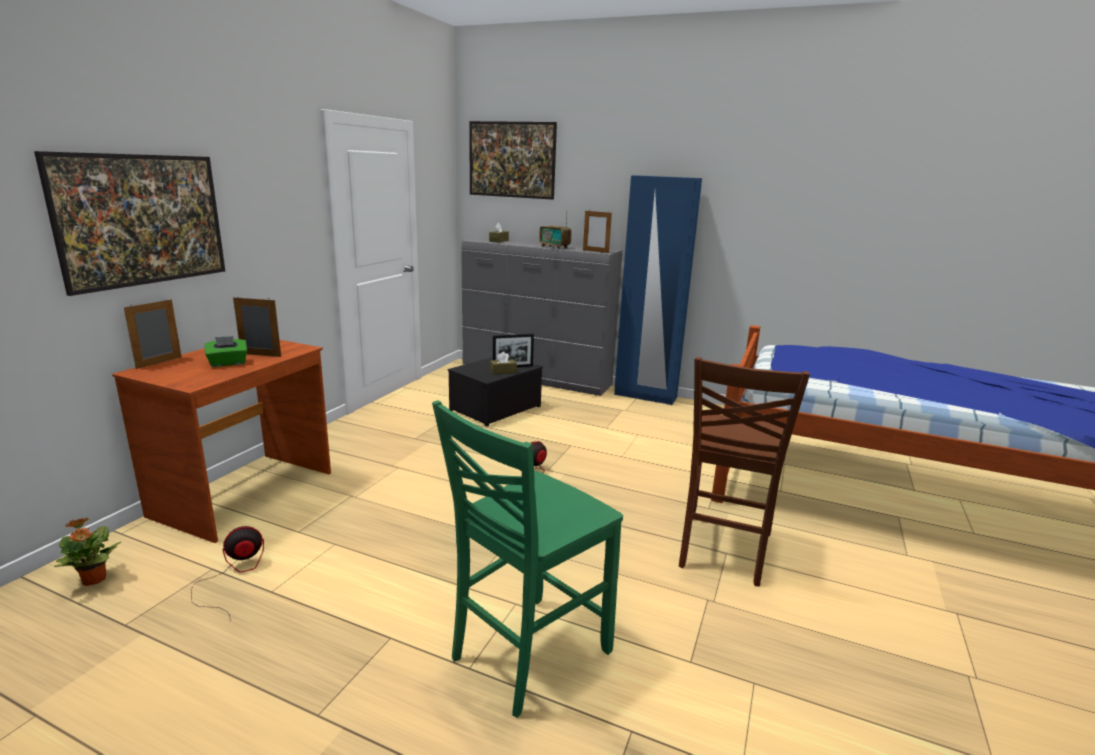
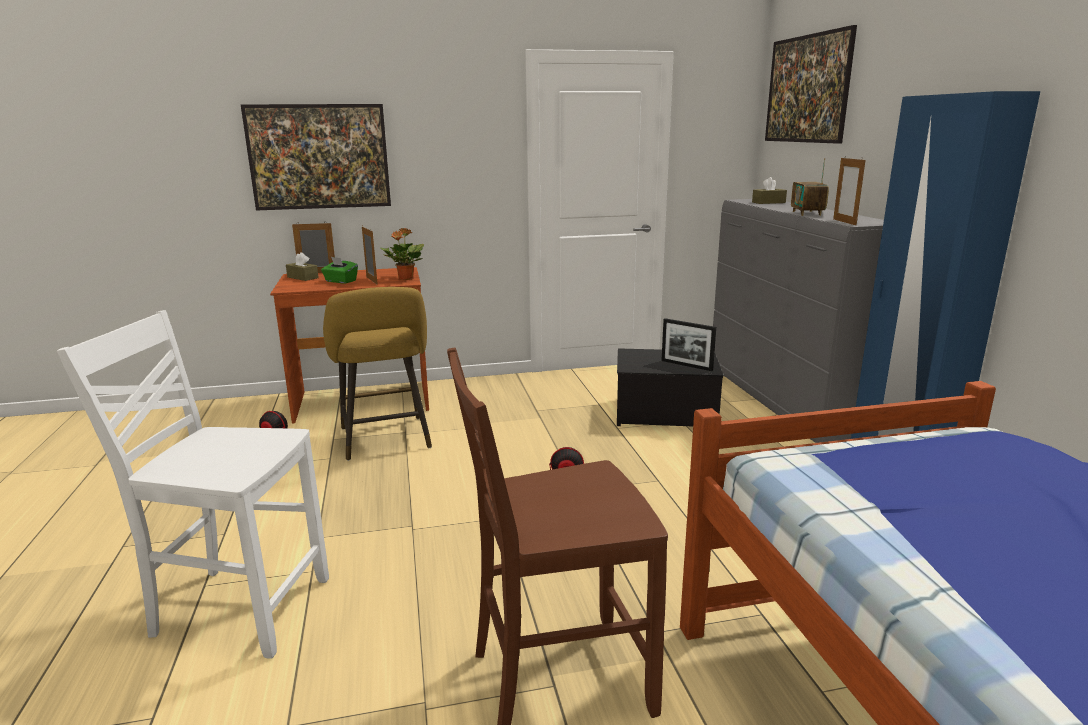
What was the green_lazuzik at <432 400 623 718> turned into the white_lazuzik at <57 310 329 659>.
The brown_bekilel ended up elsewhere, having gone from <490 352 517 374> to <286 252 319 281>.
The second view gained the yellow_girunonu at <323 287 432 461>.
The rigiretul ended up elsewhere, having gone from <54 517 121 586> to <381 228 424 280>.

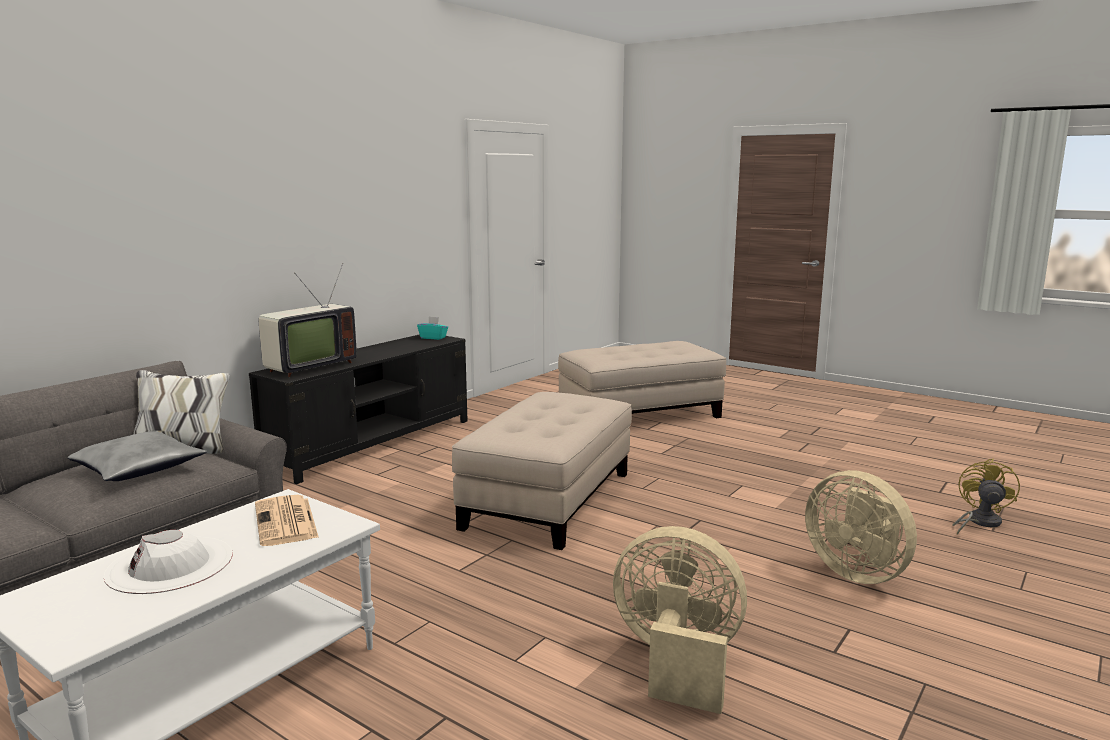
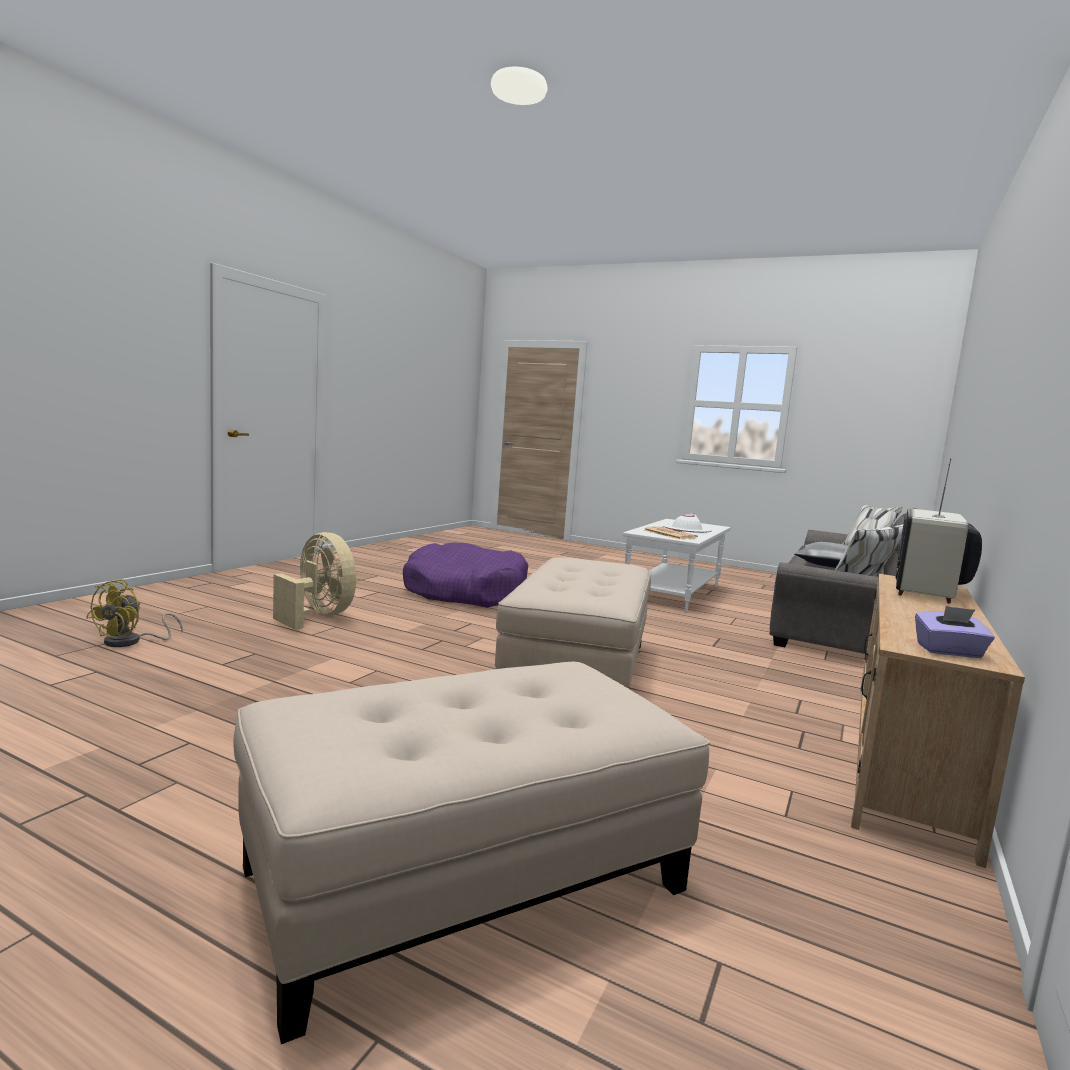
Where the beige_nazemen stood at <613 526 747 714>, the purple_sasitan came to stand at <403 542 528 608>.
What was the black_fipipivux at <249 334 468 484> turned into the beige_fipipivux at <851 574 1025 868>.
What was the turquoise_bekilel at <417 316 448 340> turned into the purple_bekilel at <915 606 995 658>.

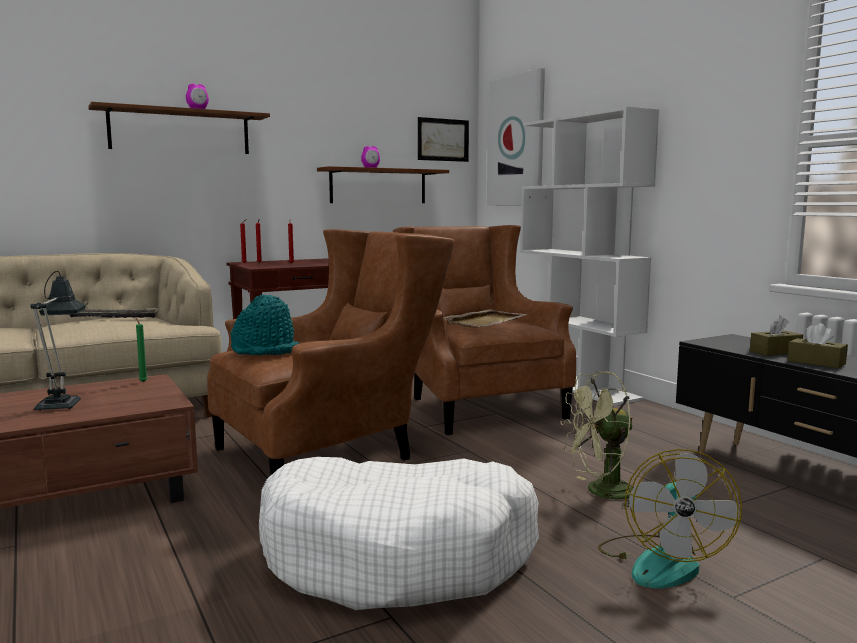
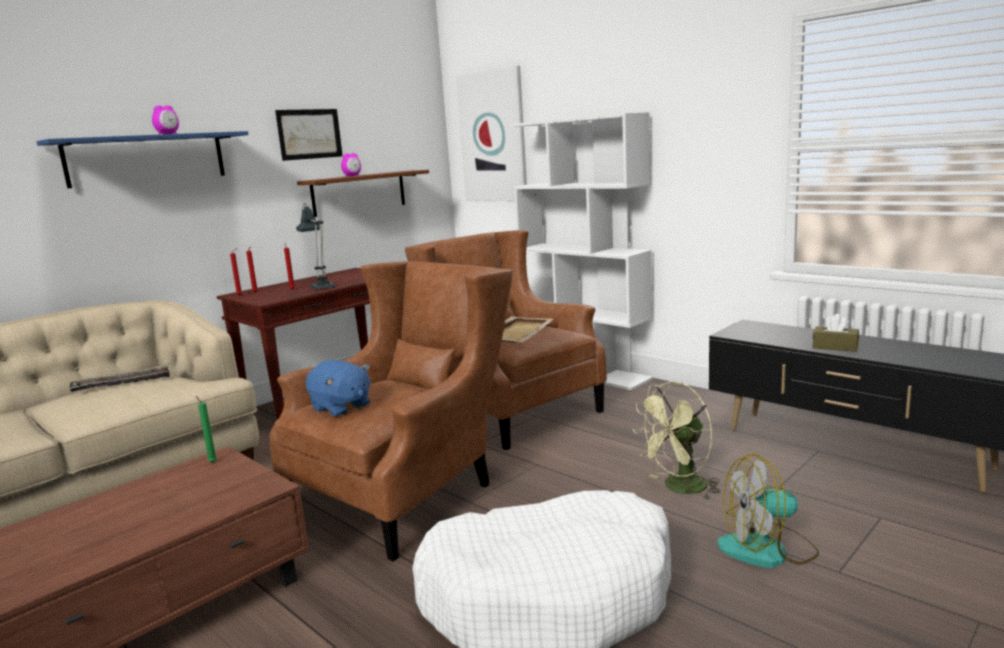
What was the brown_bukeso at <88 102 270 154> turned into the blue_bukeso at <36 131 249 188>.
The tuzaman ended up elsewhere, having gone from <418 117 469 162> to <275 109 343 161>.
The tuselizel ended up elsewhere, having gone from <30 271 86 411> to <296 203 336 290>.
Where the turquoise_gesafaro stood at <231 295 299 355>, the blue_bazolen came to stand at <305 360 370 416>.
The nazemen at <598 449 742 588> ended up facing another way, 90 degrees clockwise from before.
The second view lost the brown_bekilel at <750 316 803 356>.

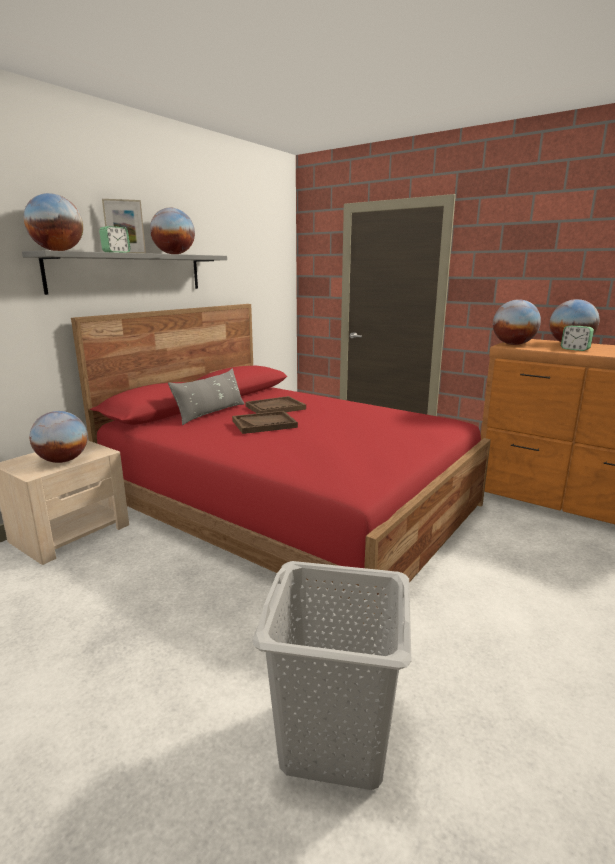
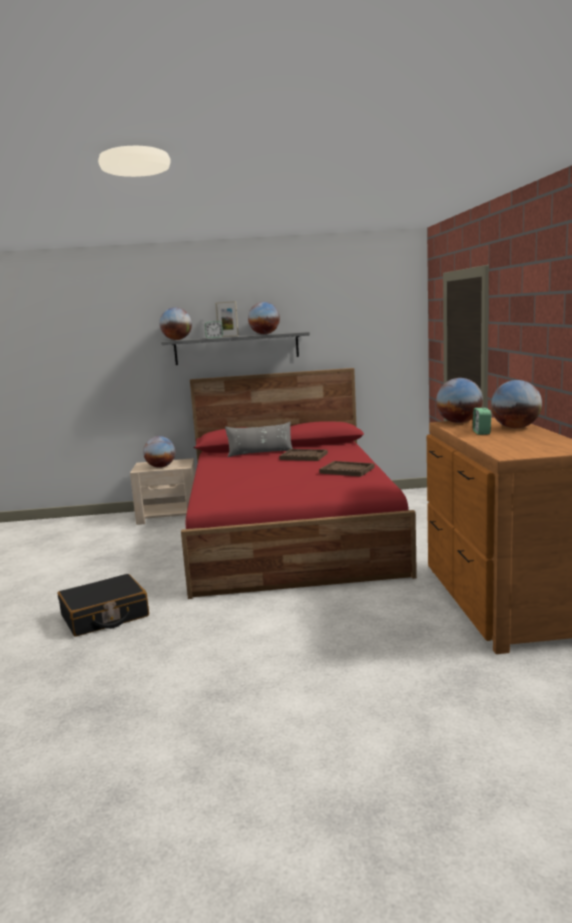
Where the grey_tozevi stood at <252 561 411 790>, the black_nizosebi came to stand at <58 574 149 637>.
The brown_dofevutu ended up elsewhere, having gone from <232 411 298 434> to <319 461 375 477>.

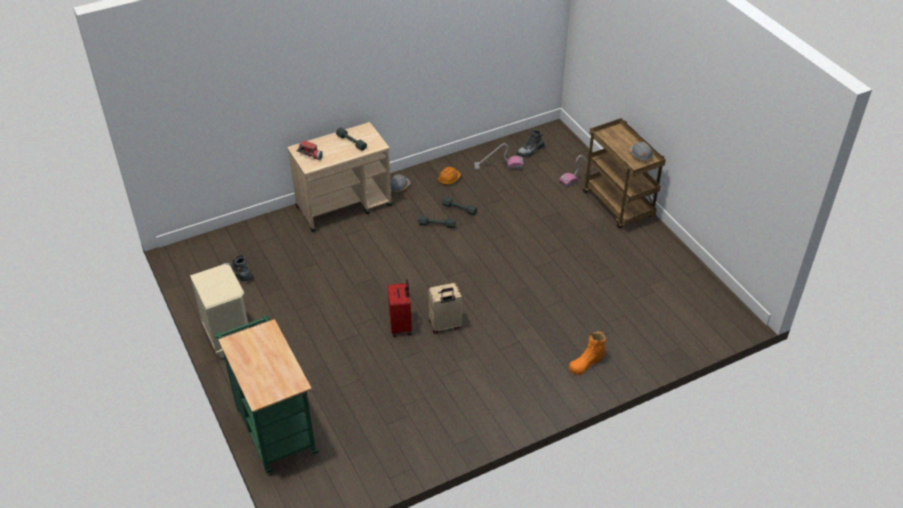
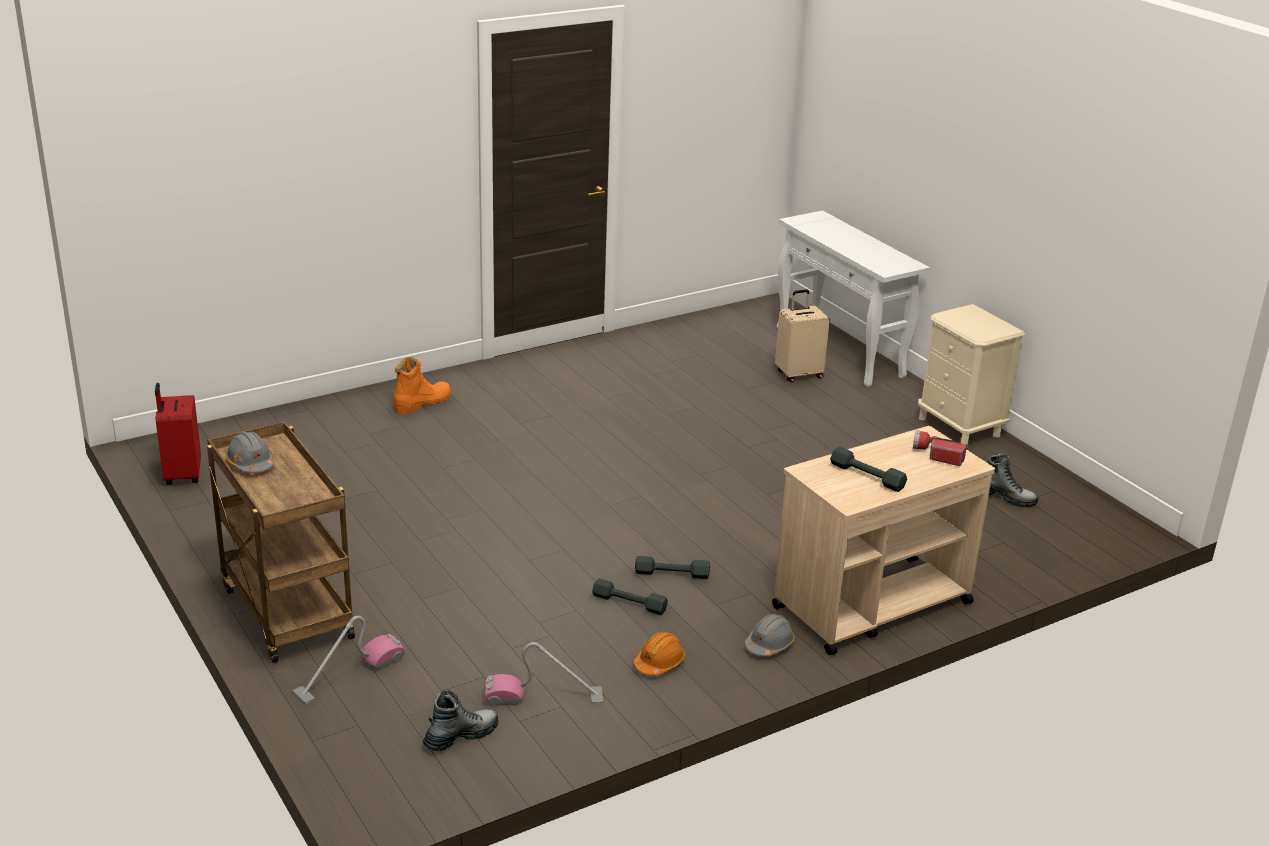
The red_nizosebi ended up elsewhere, having gone from <388 279 412 337> to <155 383 201 485>.
The beige_nizosebi ended up elsewhere, having gone from <429 283 462 334> to <775 289 830 382>.
Where the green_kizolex stood at <215 315 319 474>, the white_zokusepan came to stand at <777 211 930 387>.

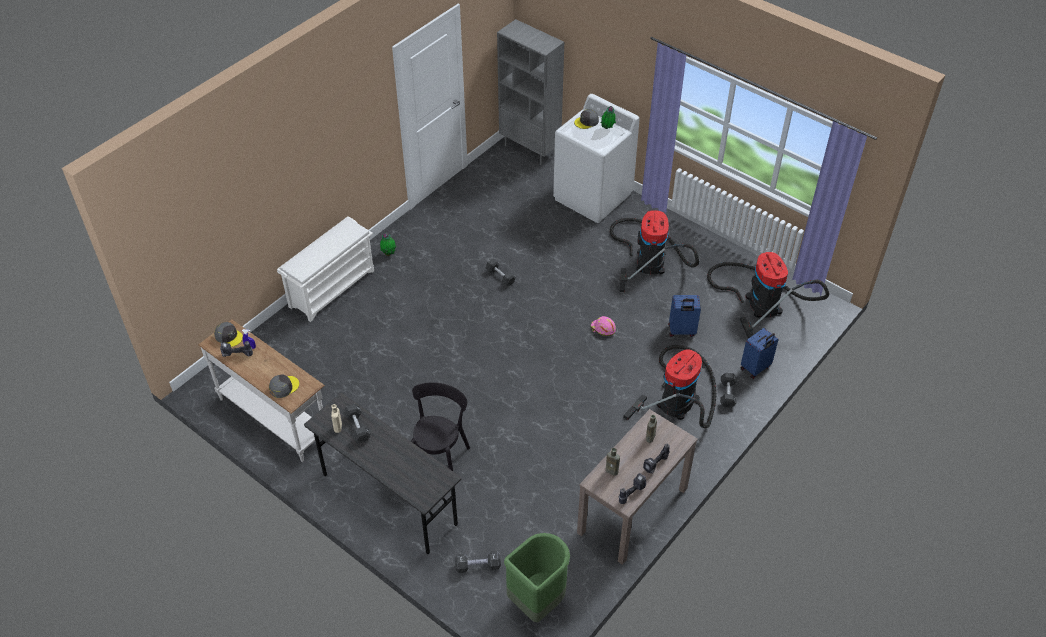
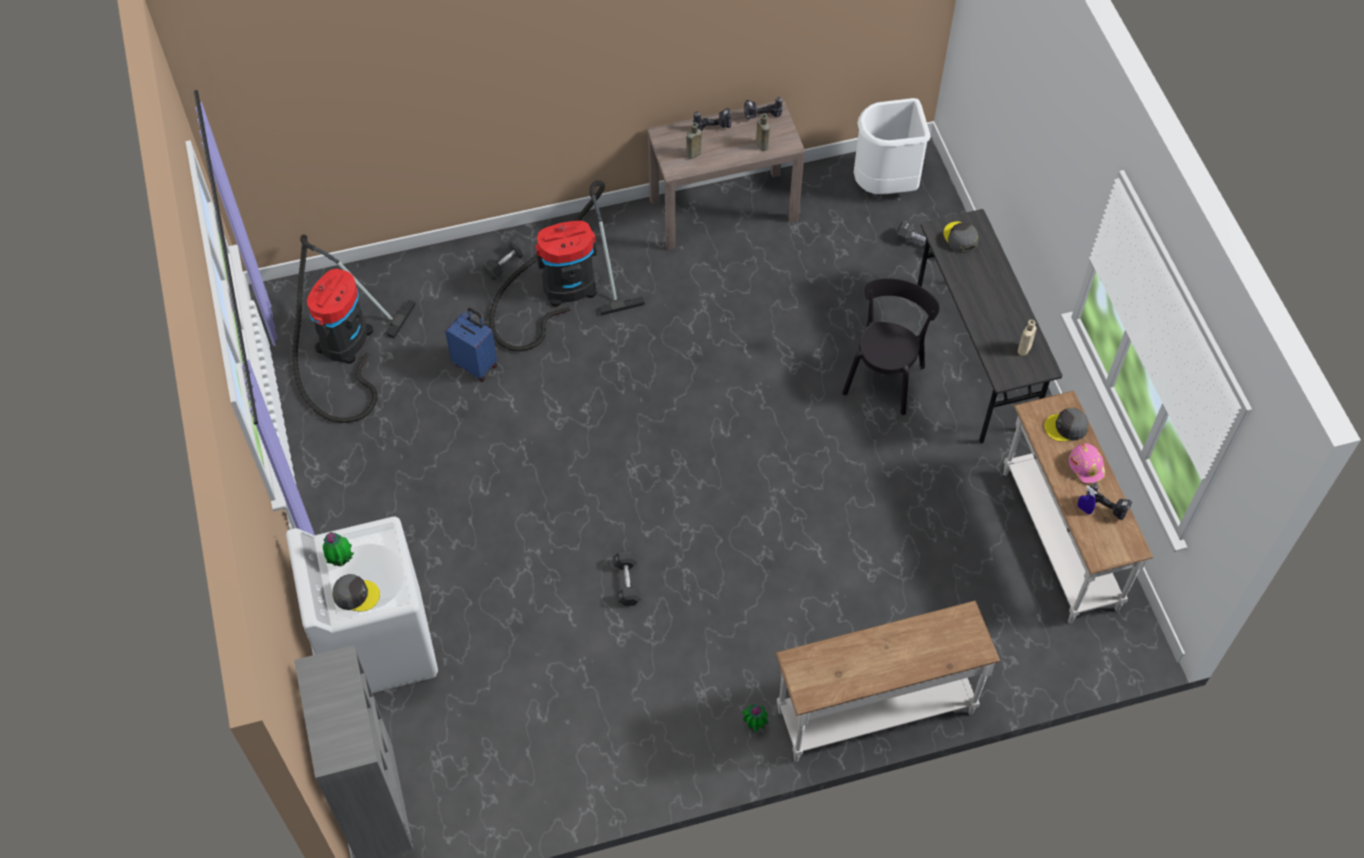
Where the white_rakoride stood at <277 216 374 322>, the white_zokusepan came to stand at <775 600 1000 762>.
The black_lazuzik at <411 382 470 471> ended up facing another way, 150 degrees clockwise from before.
What was the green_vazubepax at <504 533 570 622> turned into the white_vazubepax at <854 98 931 194>.
The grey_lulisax ended up elsewhere, having gone from <214 322 243 347> to <943 222 979 253>.
The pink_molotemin ended up elsewhere, having gone from <591 316 616 336> to <1069 444 1106 484>.
The second view lost the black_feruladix at <343 404 371 443>.
The second view lost the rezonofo at <610 210 699 292>.
The second view lost the blue_nizosebi at <740 328 779 379>.

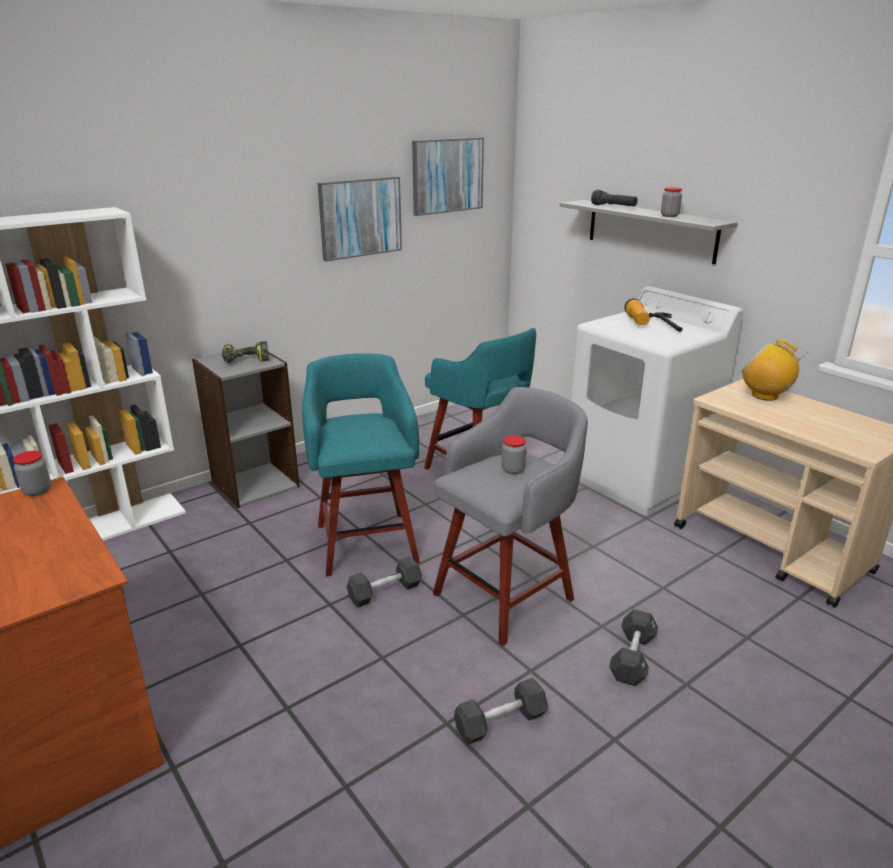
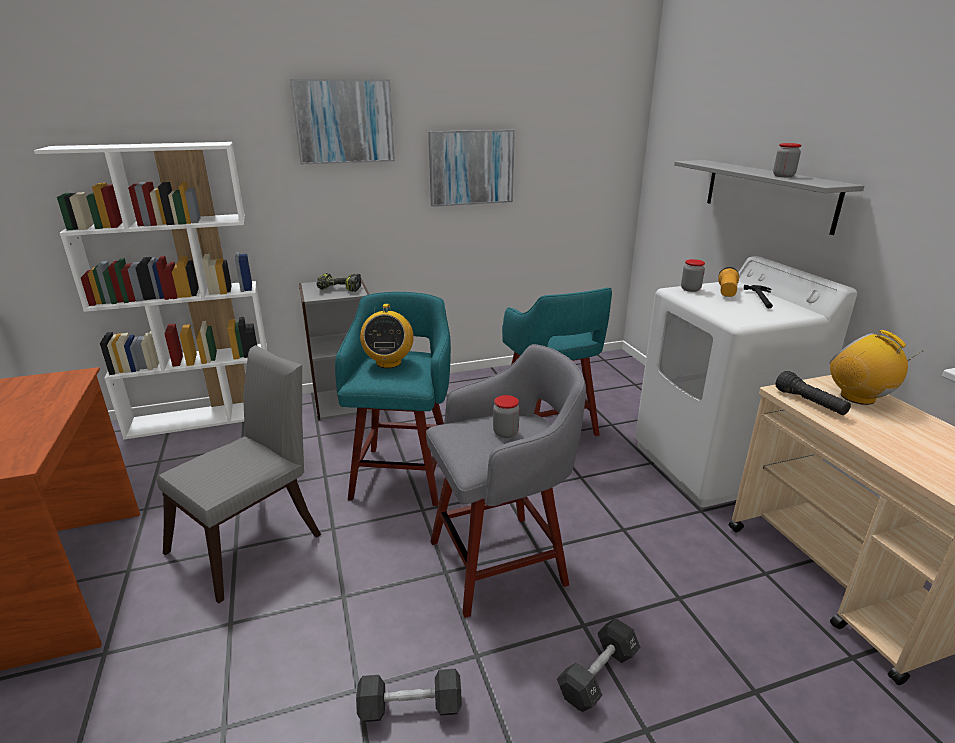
The second view gained the grey_lazuzik at <157 345 321 603>.
The tuzaman ended up elsewhere, having gone from <412 137 484 216> to <290 79 395 164>.
The second view gained the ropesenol at <360 304 414 368>.
The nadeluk ended up elsewhere, having gone from <13 451 51 496> to <681 259 705 292>.
The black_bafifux ended up elsewhere, having gone from <591 190 638 206> to <775 371 851 415>.
The second view lost the black_feruladix at <347 556 422 607>.

